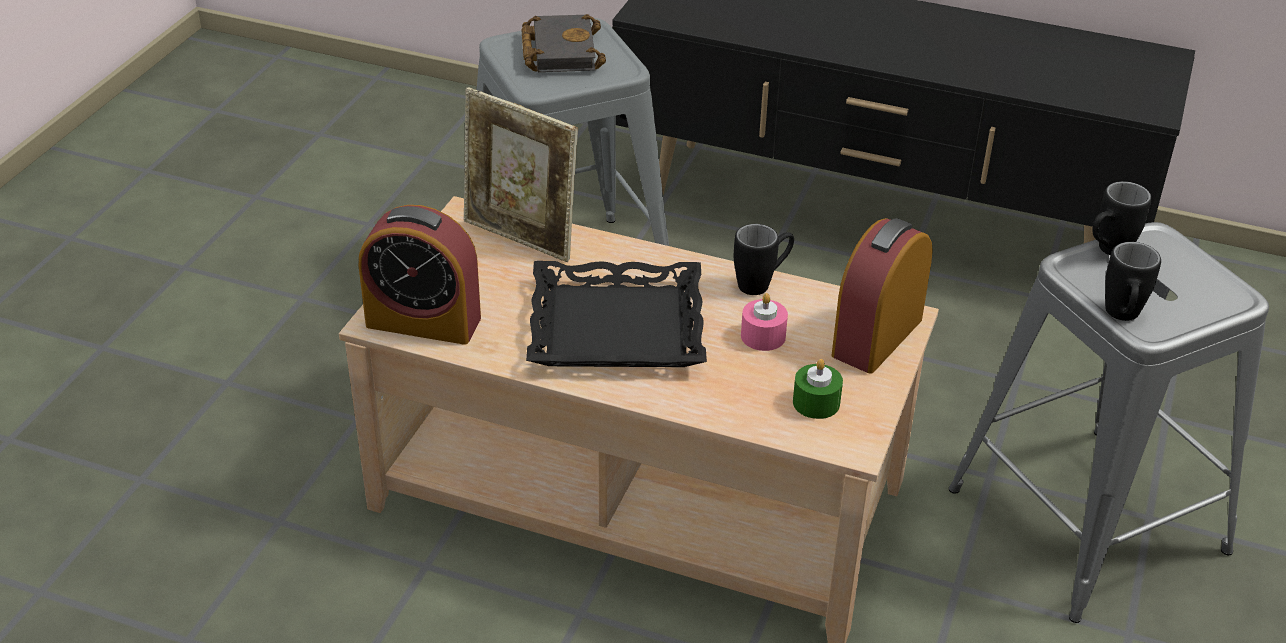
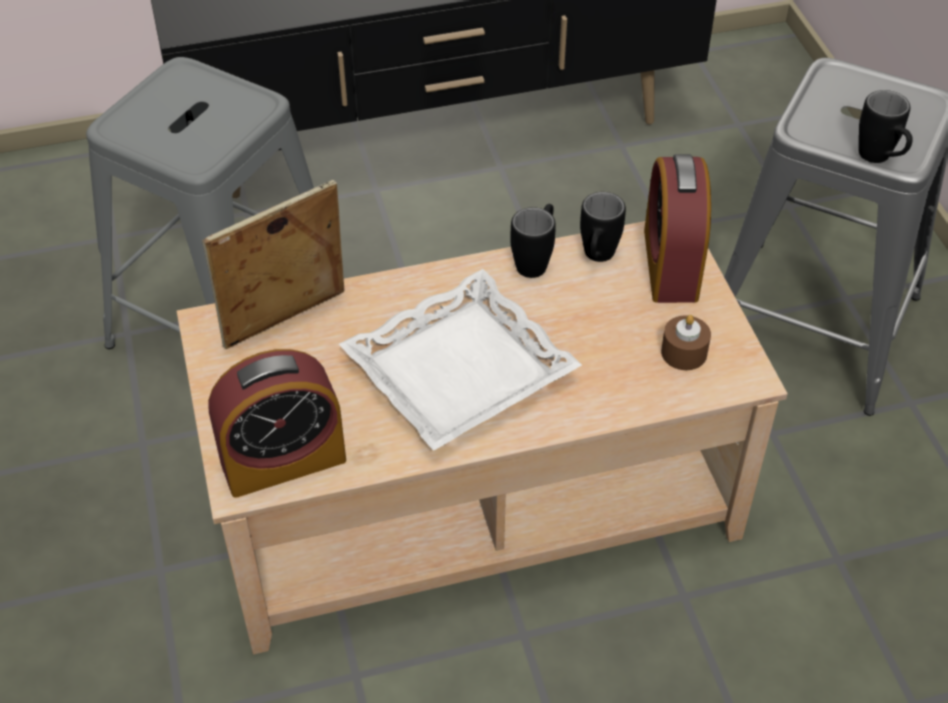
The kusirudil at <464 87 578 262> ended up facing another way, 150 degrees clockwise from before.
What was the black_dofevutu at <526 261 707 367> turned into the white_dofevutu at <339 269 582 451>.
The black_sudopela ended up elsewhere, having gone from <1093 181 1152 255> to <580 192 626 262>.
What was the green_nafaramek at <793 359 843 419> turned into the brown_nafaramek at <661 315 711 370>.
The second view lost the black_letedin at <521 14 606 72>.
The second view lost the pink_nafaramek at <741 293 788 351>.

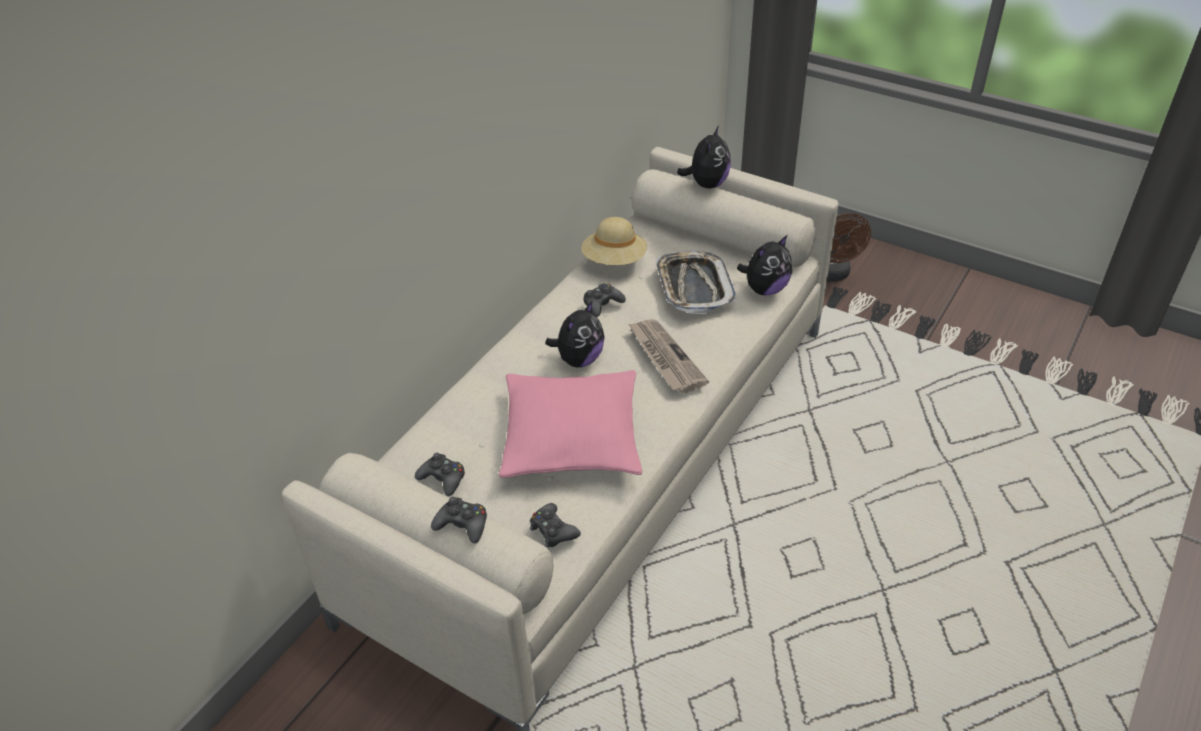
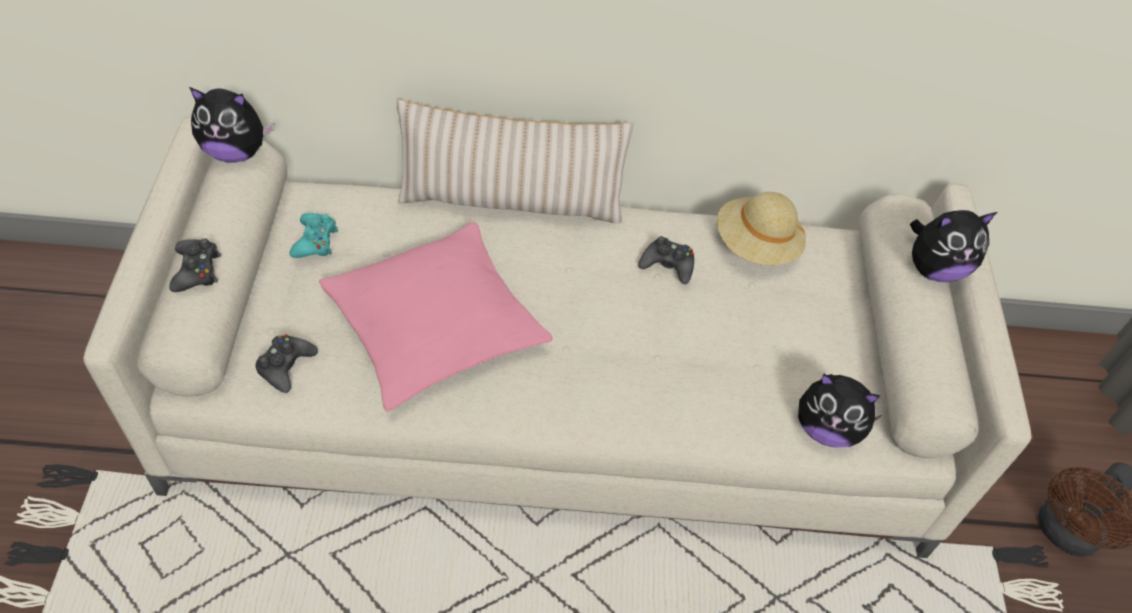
The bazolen ended up elsewhere, having gone from <545 300 605 367> to <189 87 274 163>.
What was the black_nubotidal at <415 453 465 496> turned into the turquoise_nubotidal at <290 213 338 258>.
The second view gained the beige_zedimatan at <397 100 633 223>.
The second view lost the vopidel at <628 319 709 393>.
The second view lost the dofevutu at <655 251 736 314>.

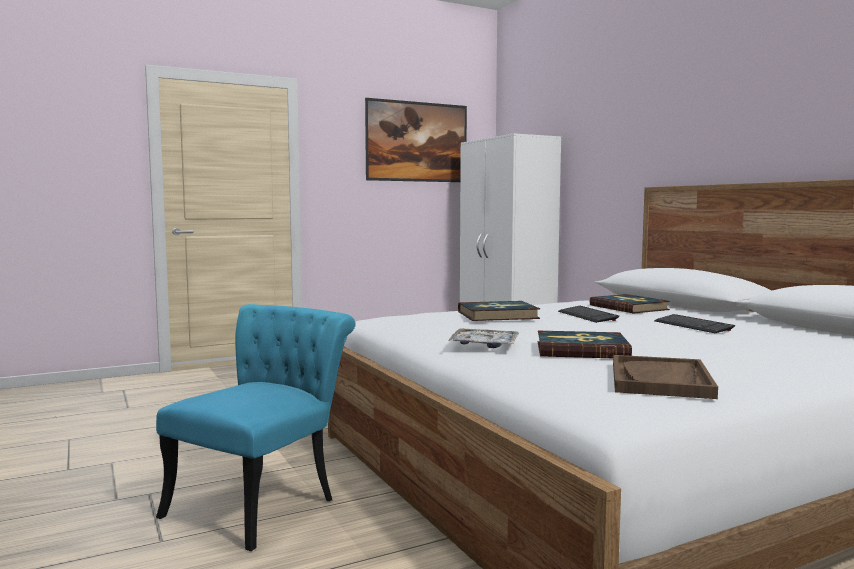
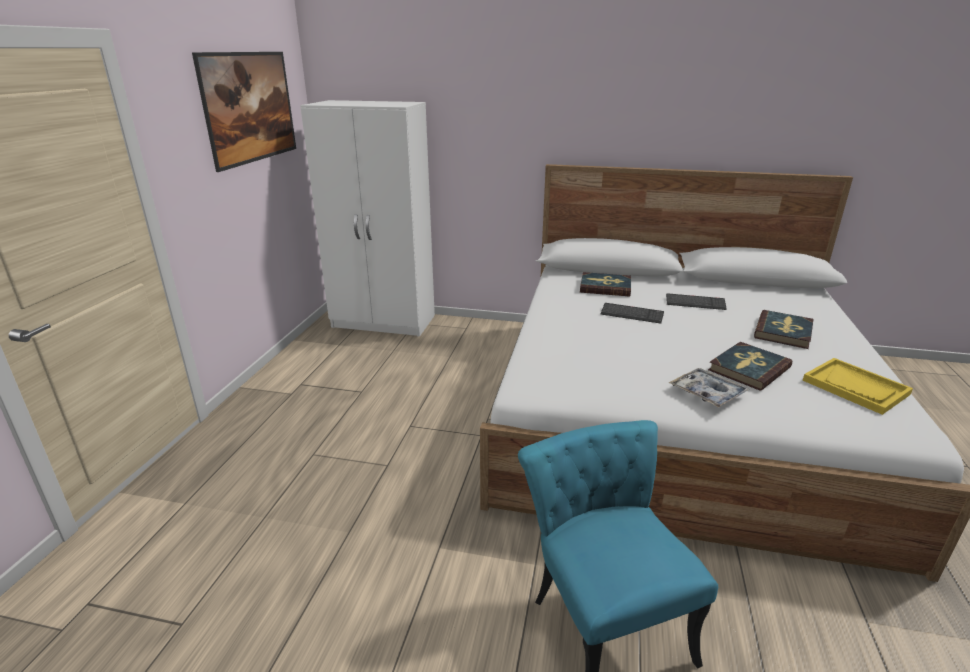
The letedin ended up elsewhere, having gone from <458 301 540 321> to <754 310 814 349>.
What was the brown_dofevutu at <613 355 718 399> turned into the yellow_dofevutu at <803 358 913 415>.

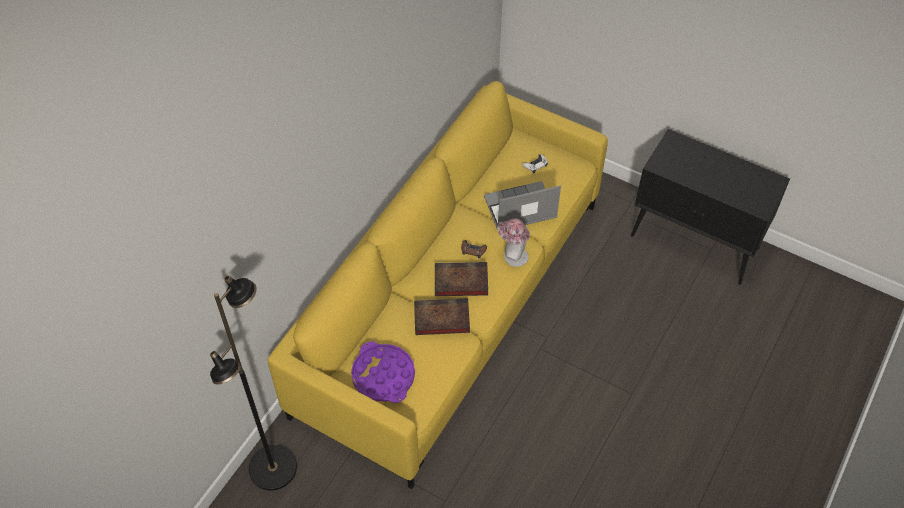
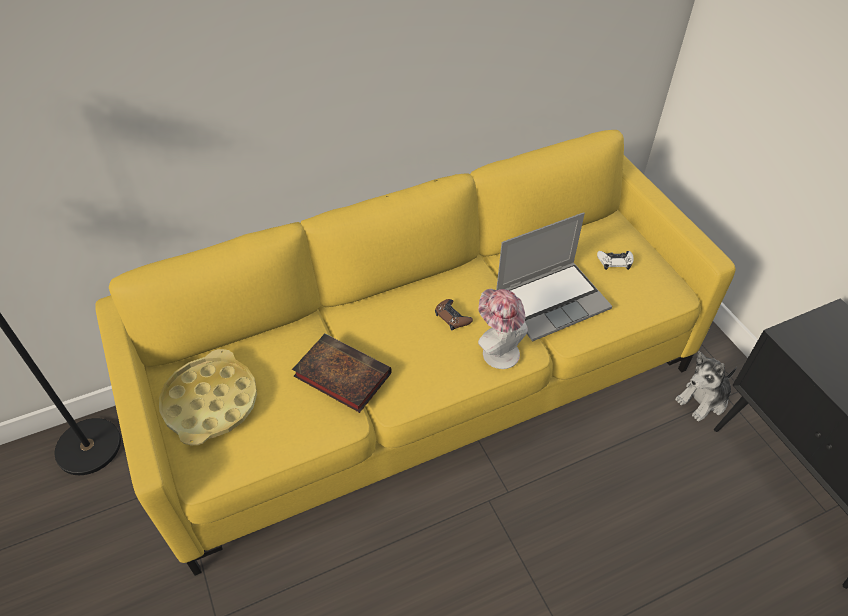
What was the purple_dofevutu at <351 342 415 403> turned into the yellow_dofevutu at <159 349 257 445>.
The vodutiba at <484 181 561 230> ended up facing another way, 135 degrees clockwise from before.
The second view gained the bazolen at <675 351 737 421>.
The second view lost the letedin at <435 262 488 296>.

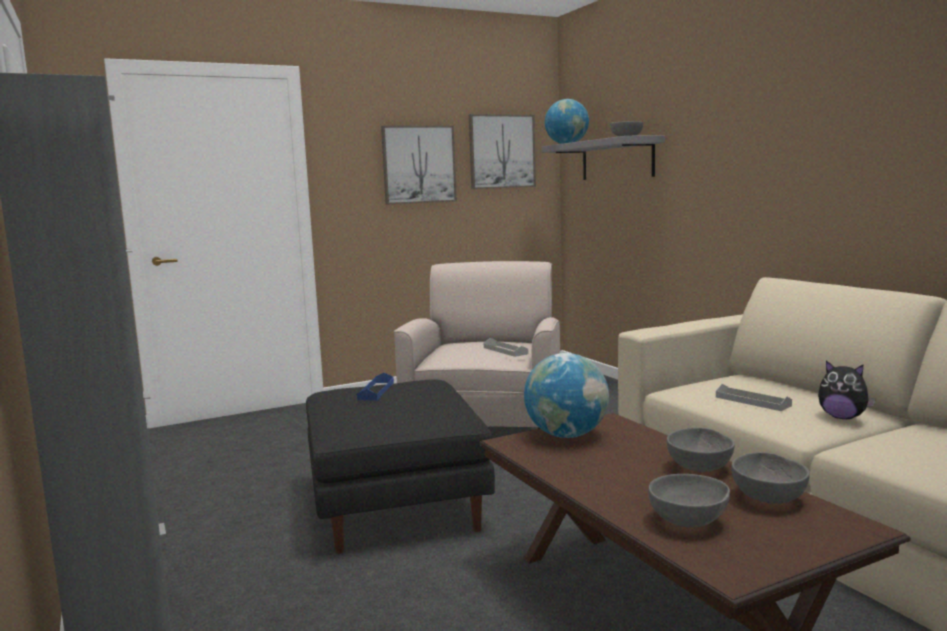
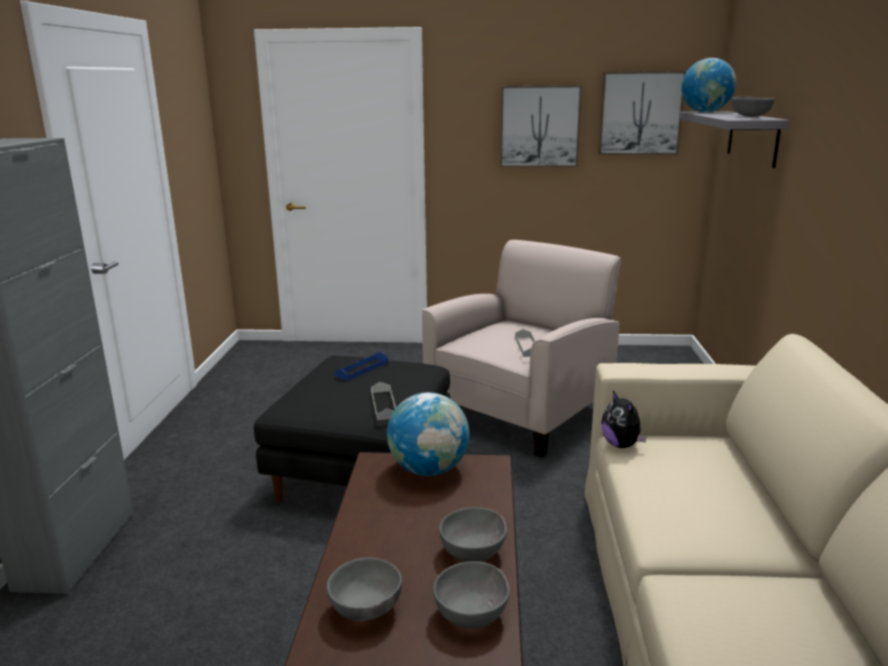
The grey_dofevutu ended up elsewhere, having gone from <716 384 792 411> to <371 382 396 420>.
The bazolen ended up elsewhere, having gone from <818 361 876 419> to <601 391 647 448>.

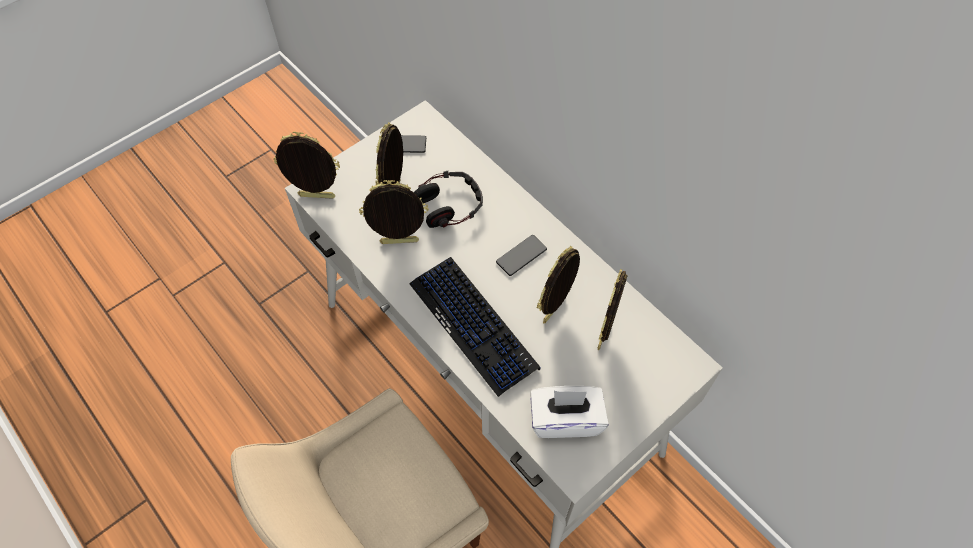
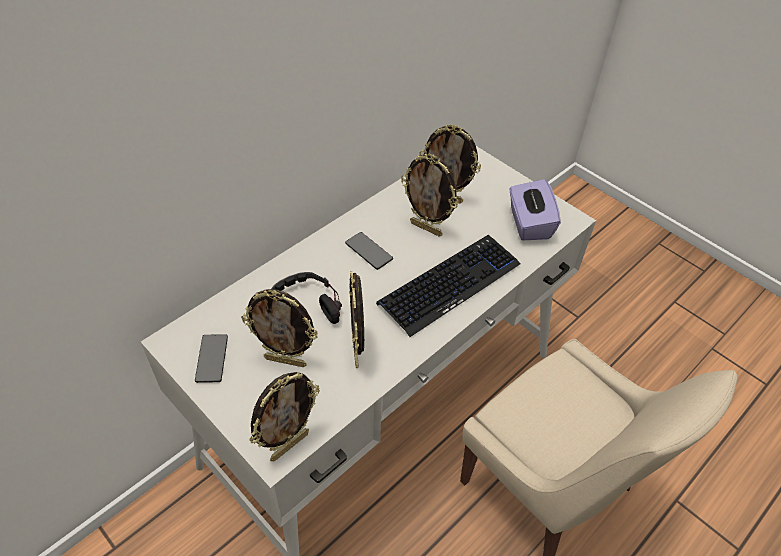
The kusirudil at <274 132 340 199> ended up facing another way, 135 degrees counterclockwise from before.
What was the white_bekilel at <530 386 608 438> turned into the purple_bekilel at <509 179 561 241>.

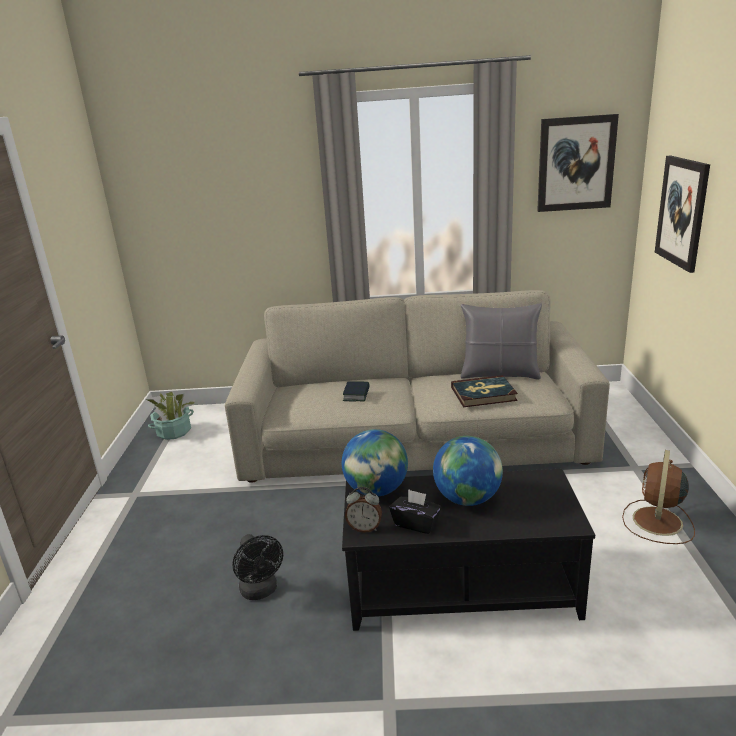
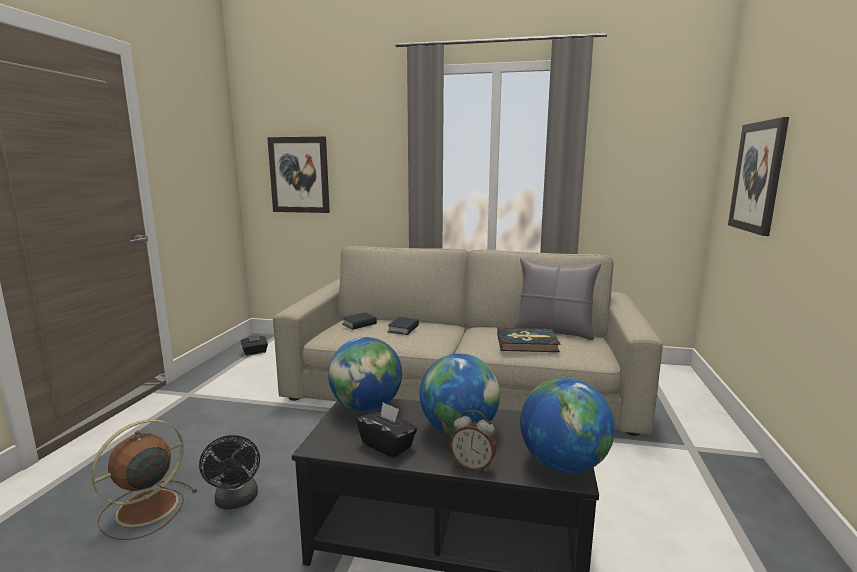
The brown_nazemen ended up elsewhere, having gone from <622 450 695 544> to <91 419 197 540>.
Where the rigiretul stood at <146 391 195 440>, the black_bekilel came to stand at <240 335 268 356>.
The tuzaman ended up elsewhere, having gone from <537 114 619 212> to <267 137 330 213>.
The second view gained the letedin at <342 312 377 330>.
The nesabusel ended up elsewhere, having gone from <345 487 382 533> to <449 410 497 472>.
The second view gained the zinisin at <520 378 615 473>.

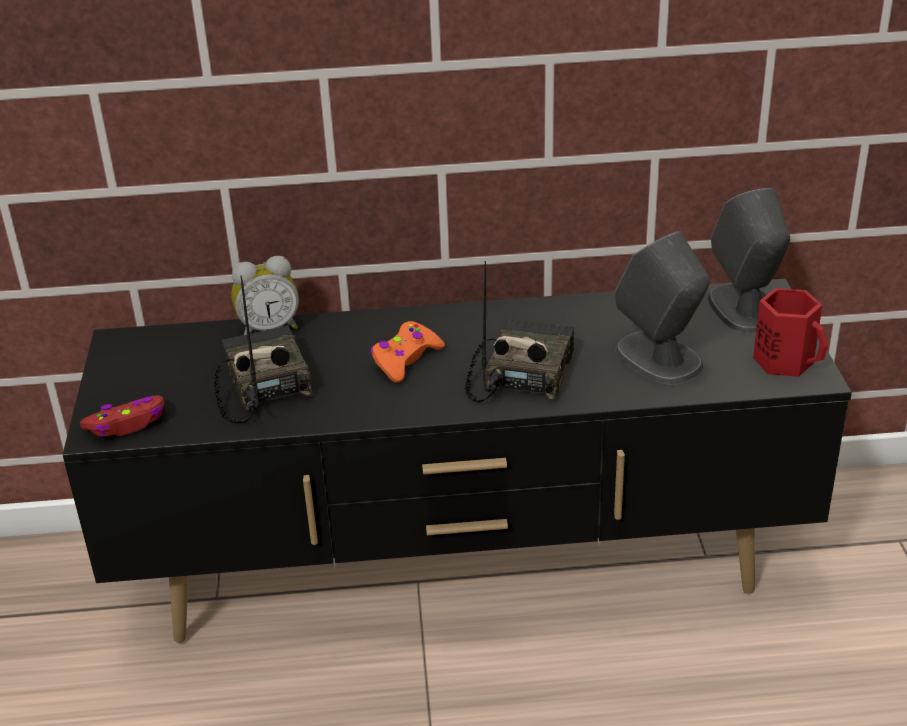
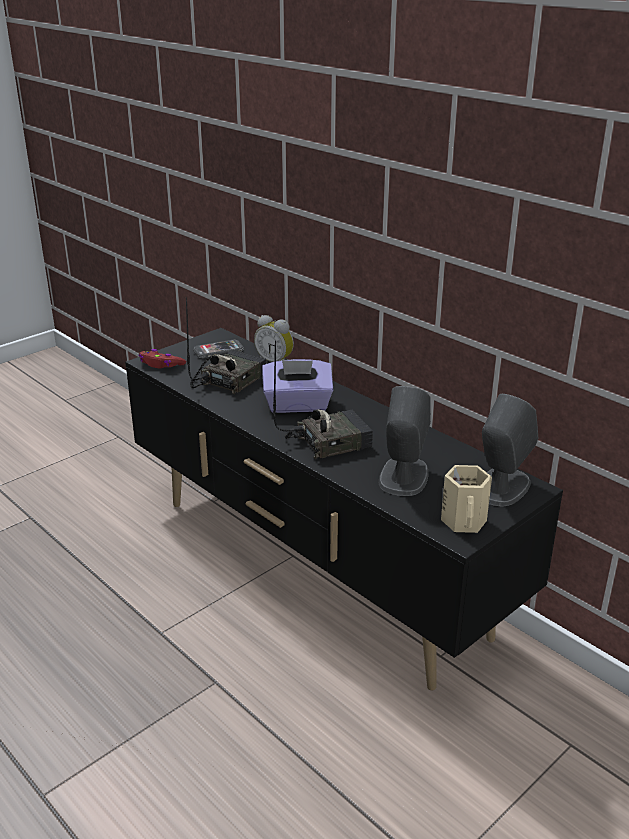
The second view gained the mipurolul at <193 339 244 359>.
Where the orange_nubotidal stood at <370 321 445 383>, the purple_bekilel came to stand at <262 359 333 413>.
What was the red_sudopela at <753 288 828 377> turned into the beige_sudopela at <441 465 492 533>.

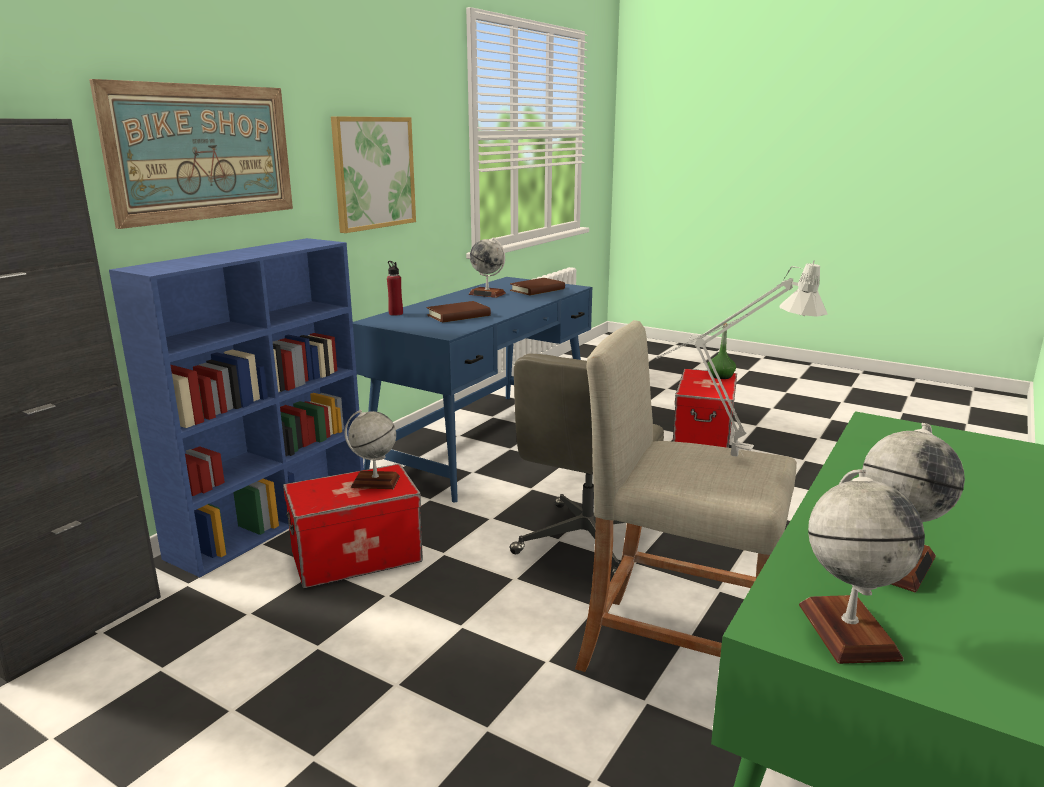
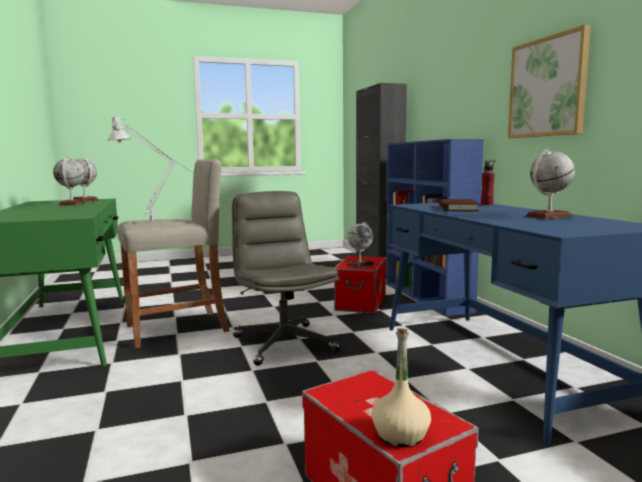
What was the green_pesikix at <707 323 736 379> turned into the beige_pesikix at <372 328 431 447>.
The second view lost the tuzaman at <89 79 293 229>.
The second view lost the brown_letedin at <510 278 565 295>.

